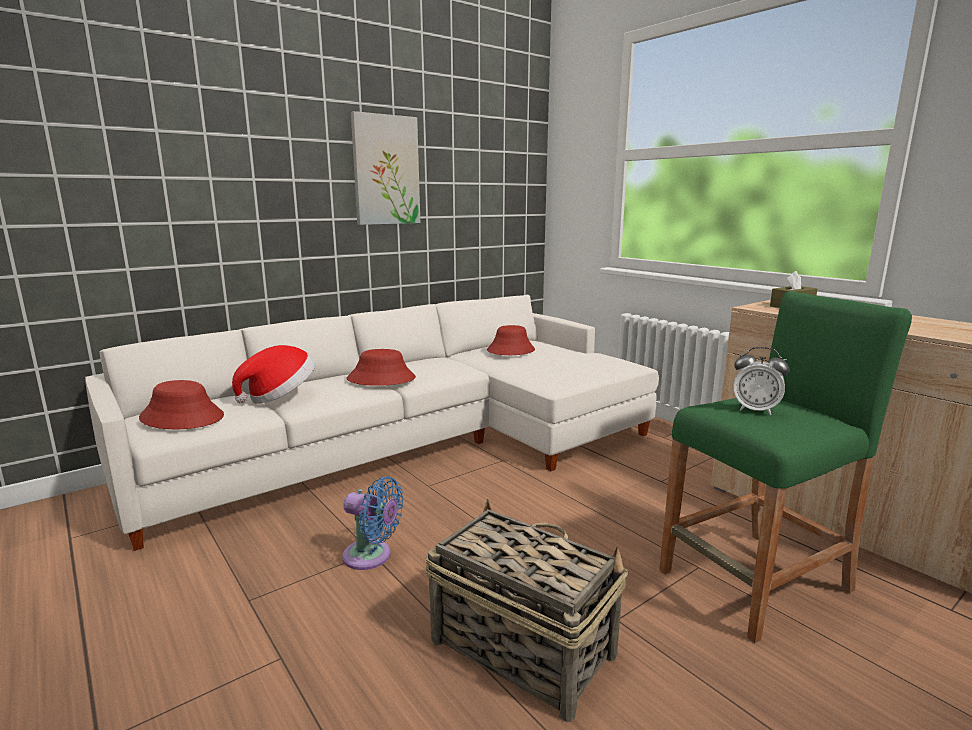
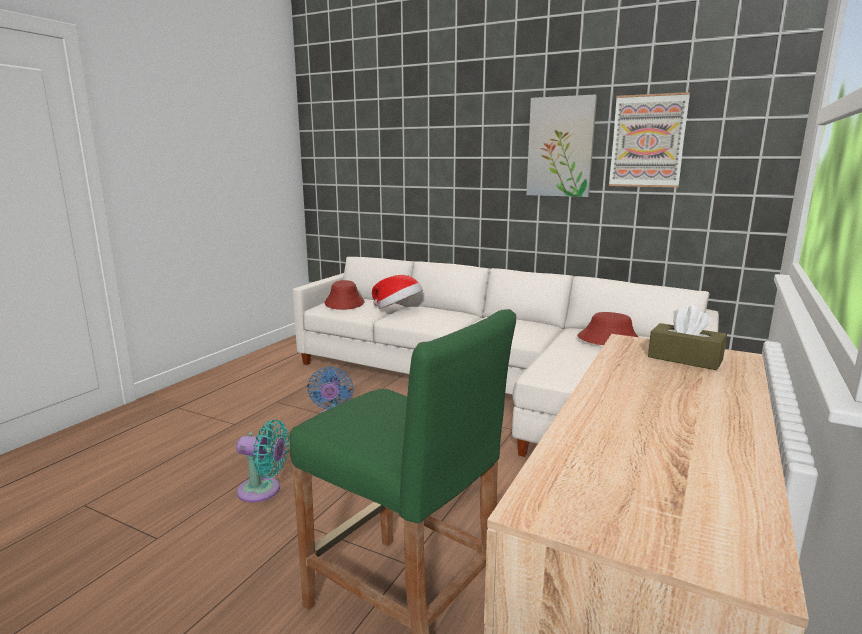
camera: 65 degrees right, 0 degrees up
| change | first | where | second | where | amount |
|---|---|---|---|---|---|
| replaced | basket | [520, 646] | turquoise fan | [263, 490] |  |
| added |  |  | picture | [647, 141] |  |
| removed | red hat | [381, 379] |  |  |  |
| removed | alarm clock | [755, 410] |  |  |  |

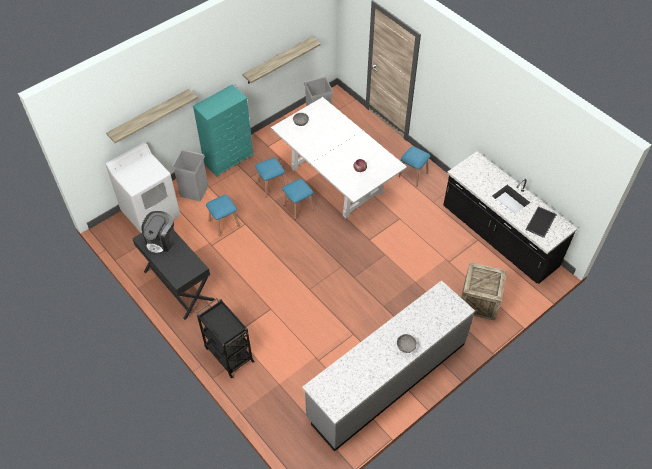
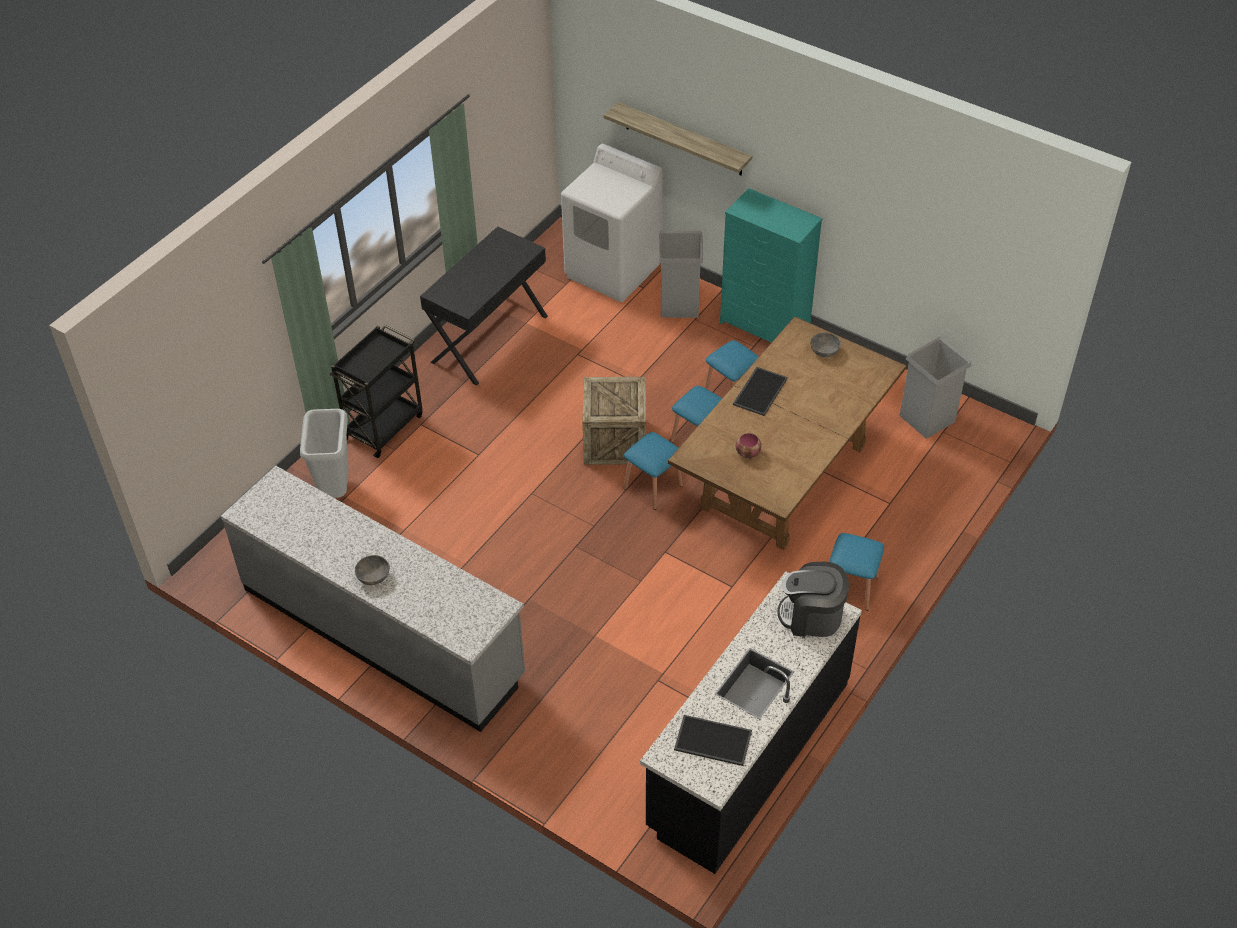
camera: 75 degrees right, 5 degrees down
| change | first | where | second | where | amount |
|---|---|---|---|---|---|
| added |  |  | grey trash can | [335, 490] |  |
| moved | crate | [479, 301] |  | [615, 441] |  |
| moved | blue stool | [224, 223] |  | [653, 487] |  |
| recoloured | white dining table | [337, 181] | brown dining table | [783, 478] |  |
| added |  |  | tray | [759, 391] |  |
| moved | coffee machine | [161, 240] |  | [811, 616] |  |
| removed | shelf | [278, 60] |  |  |  |

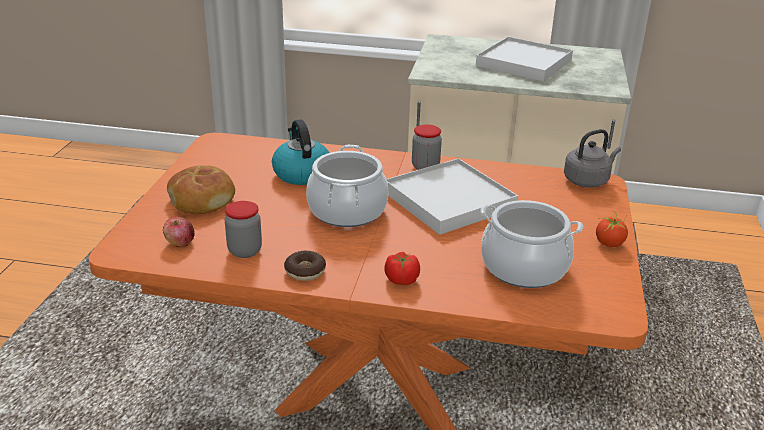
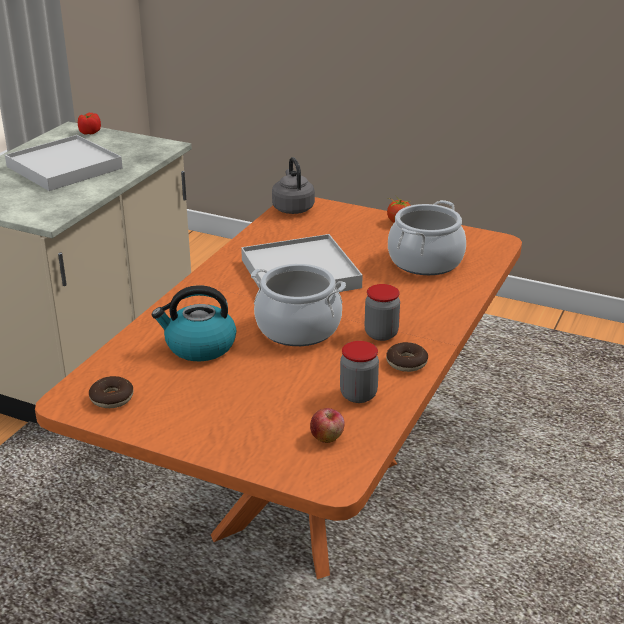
camera: 75 degrees left, 0 degrees up
| change | first | where | second | where | amount |
|---|---|---|---|---|---|
| moved | tomato | [401, 279] |  | [89, 132] |  |
| added |  |  | donut | [112, 398] |  |
| moved | jar | [425, 167] |  | [381, 334] |  |
| removed | bread | [202, 199] |  |  |  |

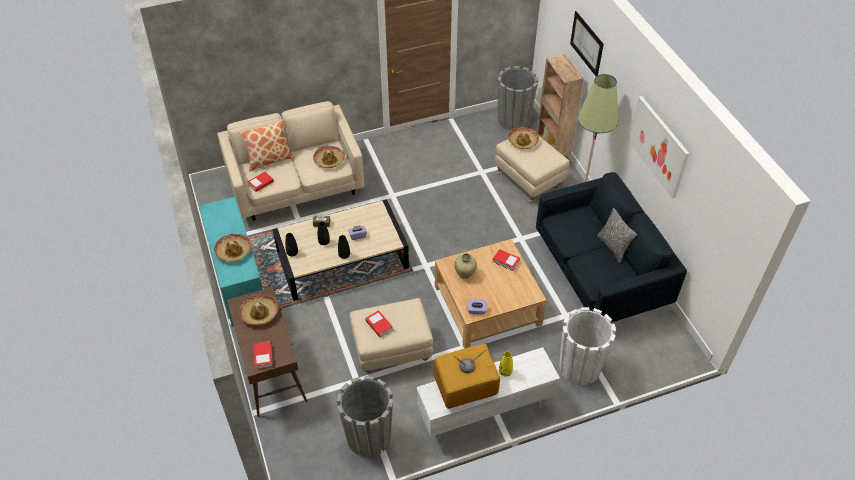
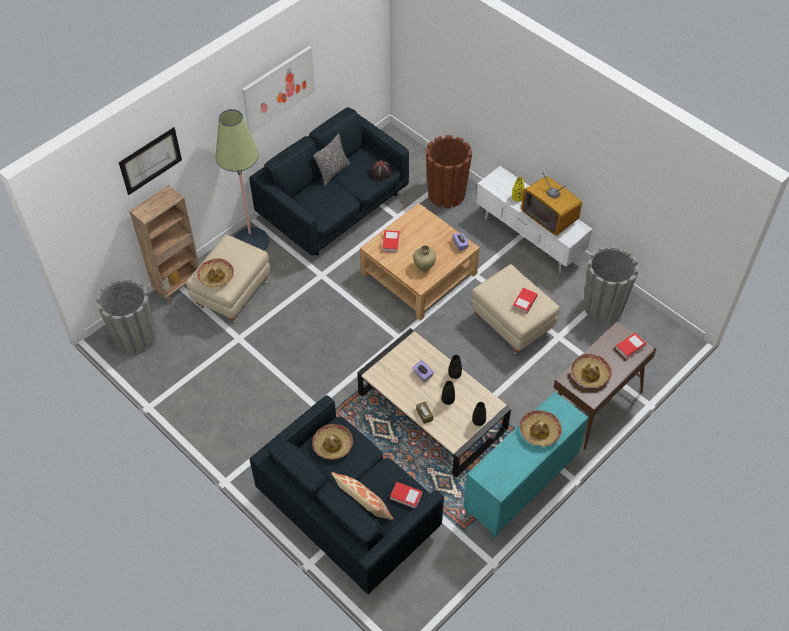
camera: 115 degrees left, 5 degrees up
| change | first | where | second | where | amount |
|---|---|---|---|---|---|
| recoloured | beige sofa | [296, 186] | blue sofa | [349, 511] |  |
| added |  |  | black hat | [380, 172] |  |
| recoloured | white planter | [579, 367] | brown planter | [446, 194] |  |

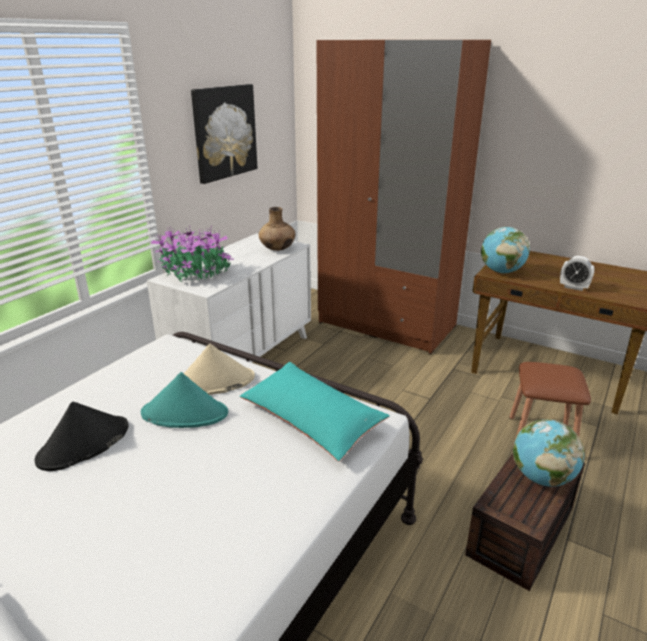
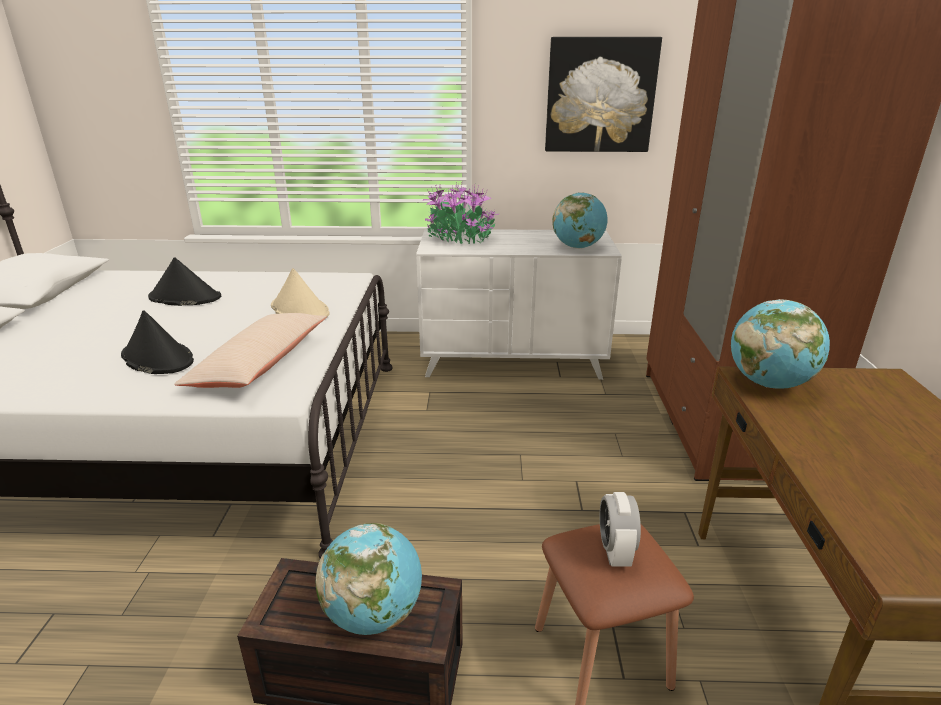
camera: 60 degrees right, 0 degrees up
| change | first | where | second | where | amount |
|---|---|---|---|---|---|
| added |  |  | black hat | [157, 358] |  |
| recoloured | turquoise pillow | [311, 420] | beige pillow | [260, 364] |  |
| replaced | brown vase | [277, 249] | globe | [578, 247] |  |
| moved | alarm clock | [573, 287] |  | [615, 551] |  |
| removed | turquoise hat | [185, 413] |  |  |  |

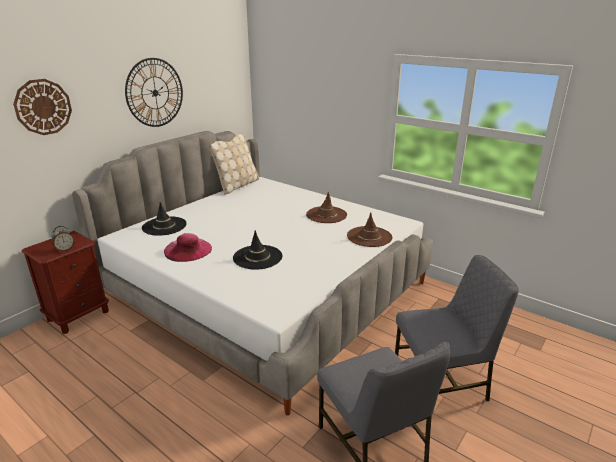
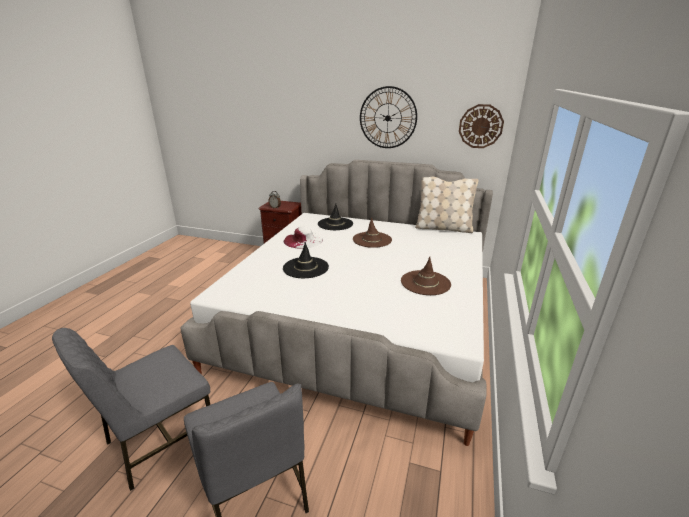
camera: 70 degrees right, 0 degrees up
| change | first | where | second | where | amount |
|---|---|---|---|---|---|
| recoloured | pink hat | [188, 249] | white hat | [303, 240] |  |
| moved | brown hat | [369, 237] |  | [372, 240] |  |
| moved | wall clock | [43, 107] |  | [480, 126] |  |

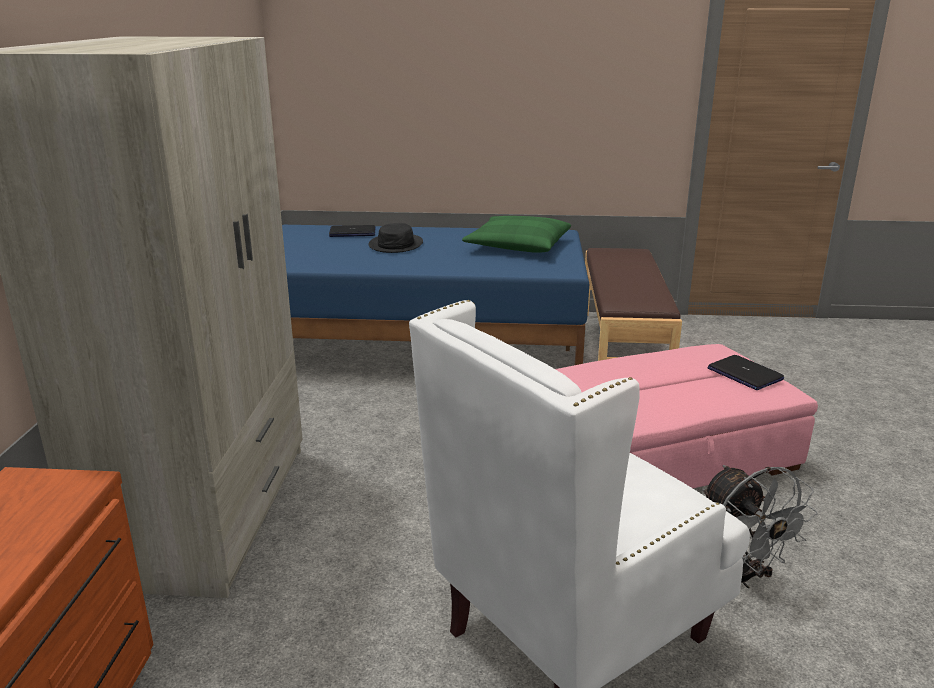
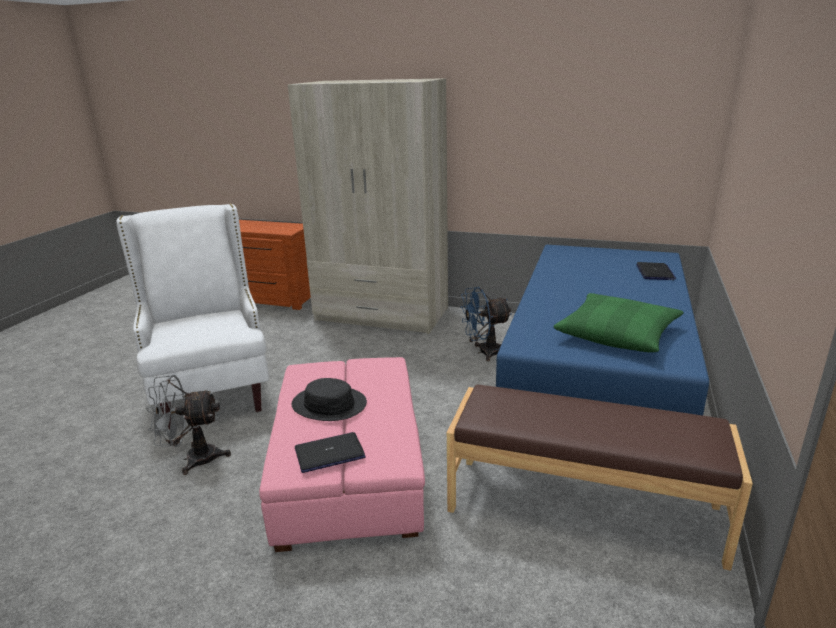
camera: 105 degrees right, 0 degrees up
| change | first | where | second | where | amount |
|---|---|---|---|---|---|
| moved | black hat | [396, 245] |  | [329, 405] |  |
| added |  |  | blue fan | [484, 352] |  |

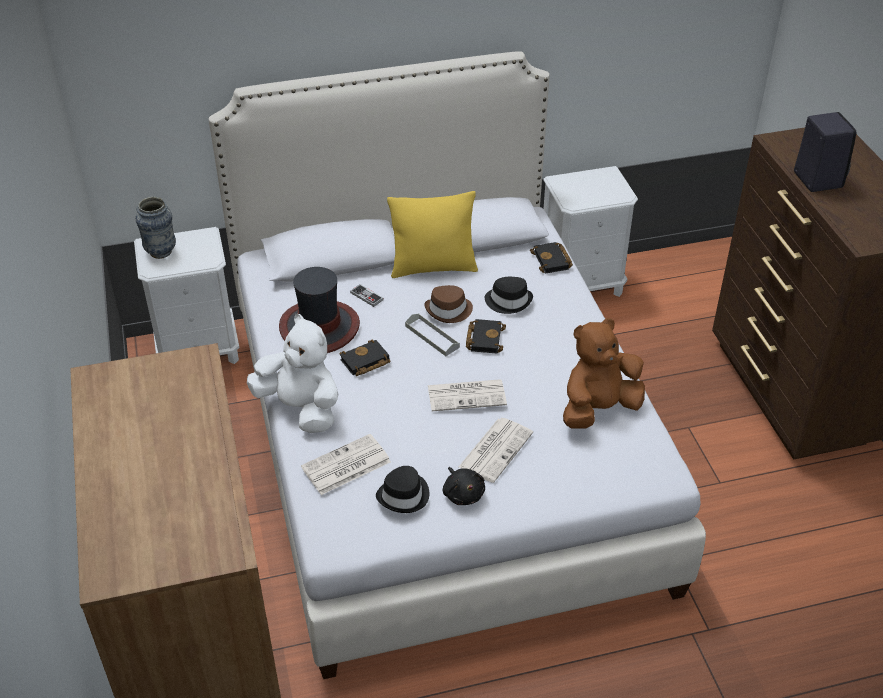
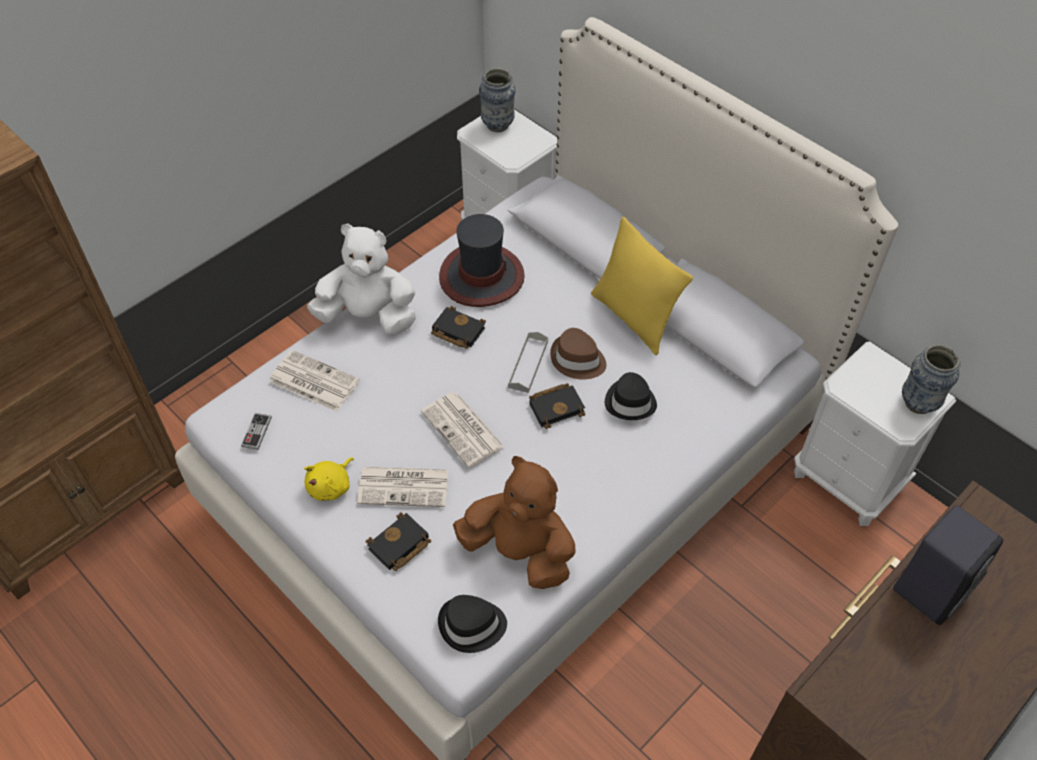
camera: 60 degrees right, 10 degrees up
| change | first | where | second | where | amount |
|---|---|---|---|---|---|
| moved | game controller | [367, 296] |  | [256, 432] |  |
| recoloured | black plush toy | [463, 493] | yellow plush toy | [331, 486] |  |
| turned | white plush toy | [301, 408] |  | [368, 316] | 90 degrees counterclockwise |
| moved | black book | [552, 261] |  | [399, 546] |  |
| moved | black hat | [404, 495] |  | [472, 626] |  |
| added |  |  | vase | [918, 403] |  |

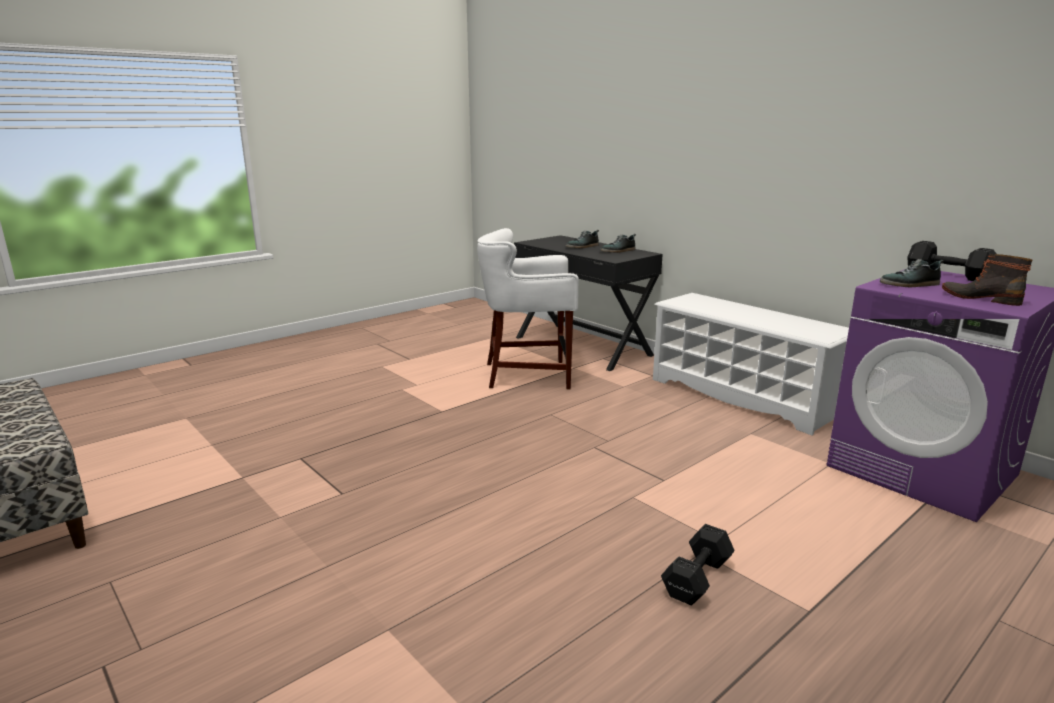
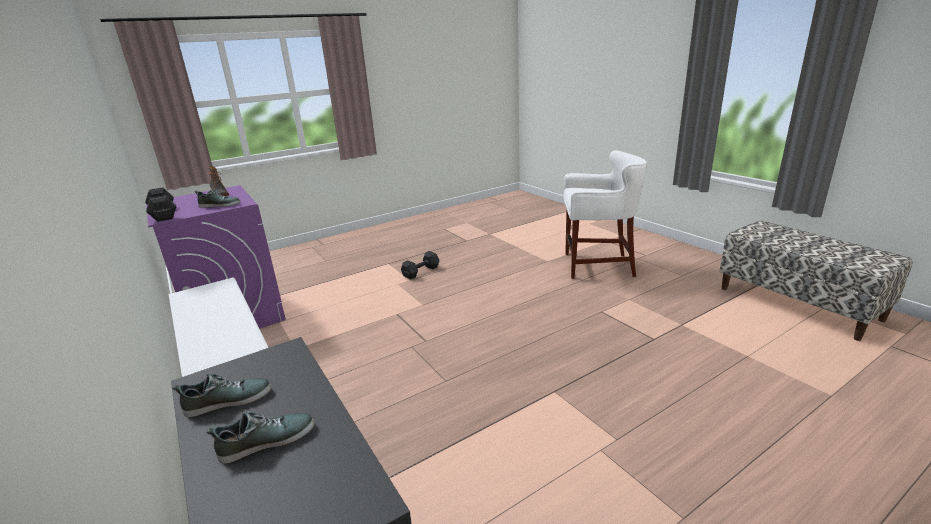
camera: 170 degrees left, 5 degrees up
| change | first | where | second | where | amount |
|---|---|---|---|---|---|
| moved | white stool | [529, 375] |  | [597, 265] |  |

